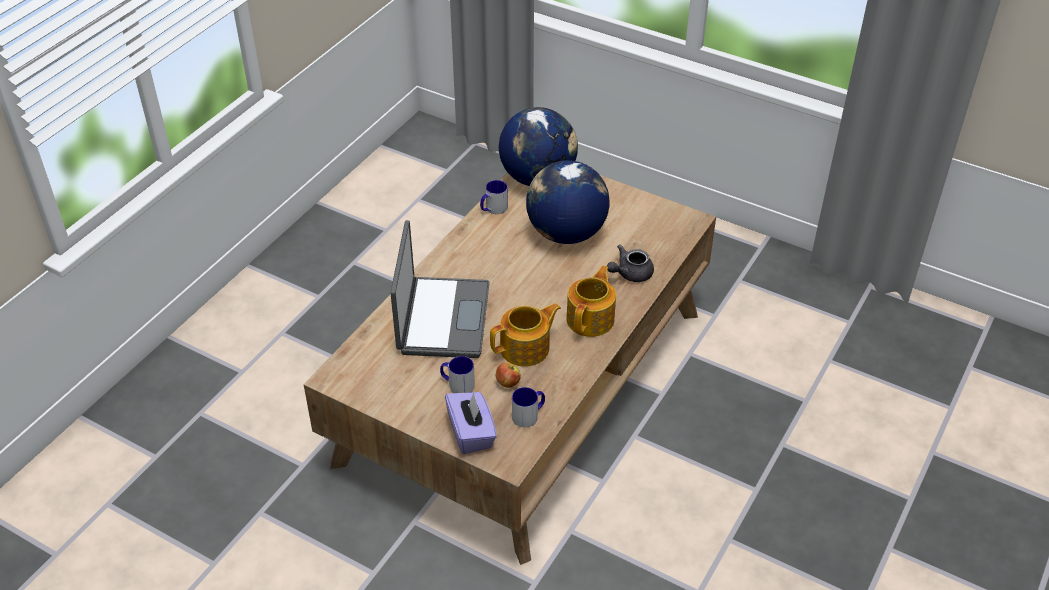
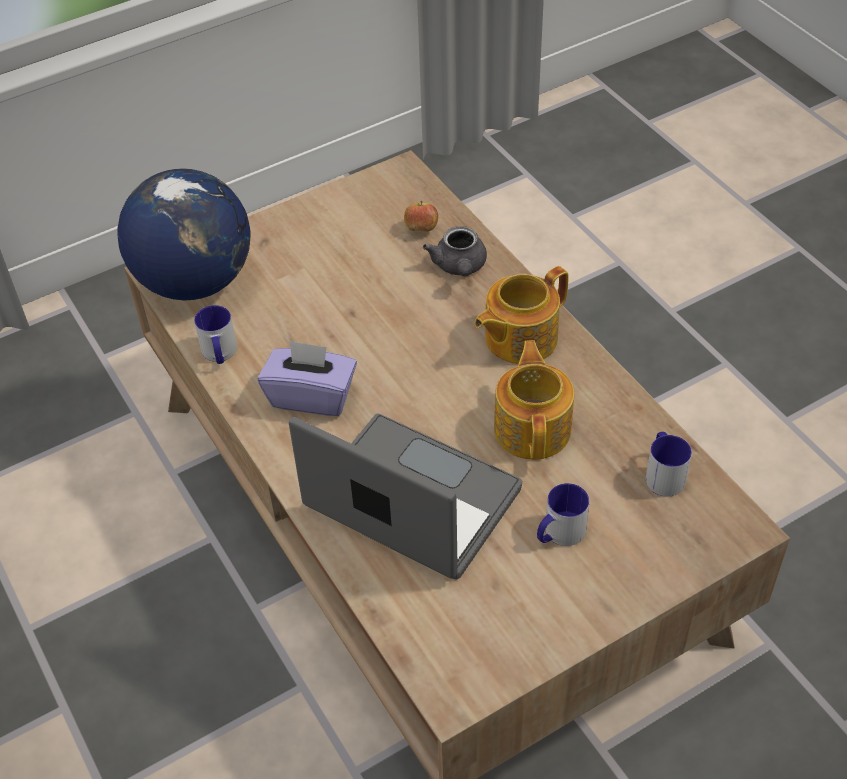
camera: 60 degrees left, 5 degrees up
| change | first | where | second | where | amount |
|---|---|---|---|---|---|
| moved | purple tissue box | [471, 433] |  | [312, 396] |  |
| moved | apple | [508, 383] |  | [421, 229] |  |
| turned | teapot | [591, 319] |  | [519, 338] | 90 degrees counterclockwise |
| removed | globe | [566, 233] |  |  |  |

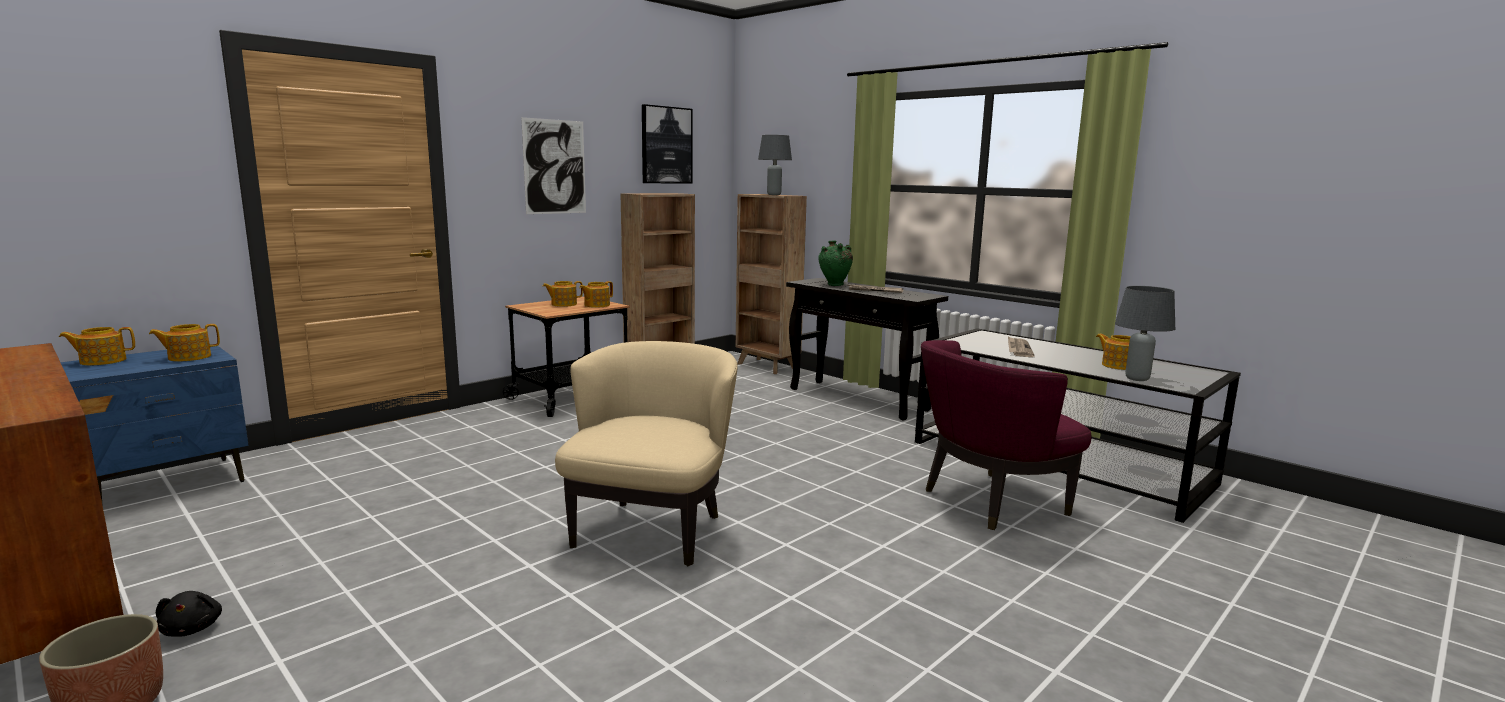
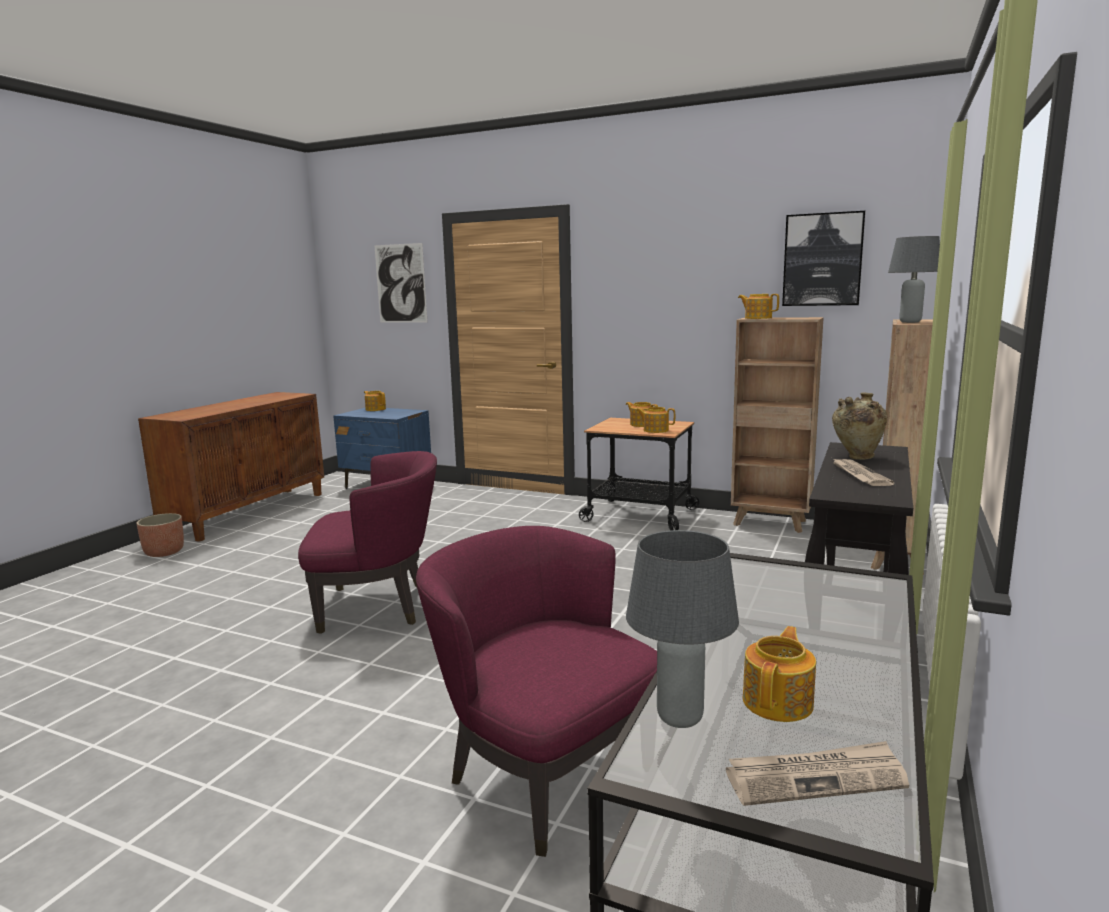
camera: 70 degrees right, 0 degrees up
| change | first | where | second | where | amount |
|---|---|---|---|---|---|
| recoloured | beige armchair | [652, 529] | purple armchair | [378, 607] |  |
| moved | picture | [555, 167] |  | [400, 283] |  |
| moved | newspaper | [1018, 349] |  | [816, 778] |  |
| moved | teapot | [188, 357] |  | [757, 318] |  |
| recoloured | green vase | [834, 285] | beige vase | [856, 458] |  |
| removed | black plush toy | [192, 628] |  |  |  |

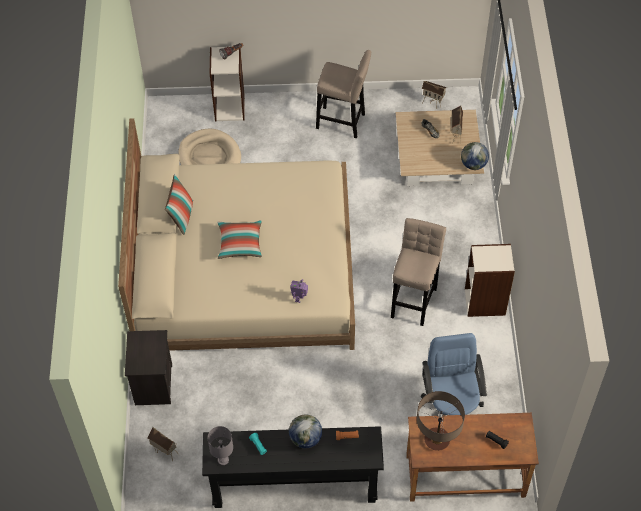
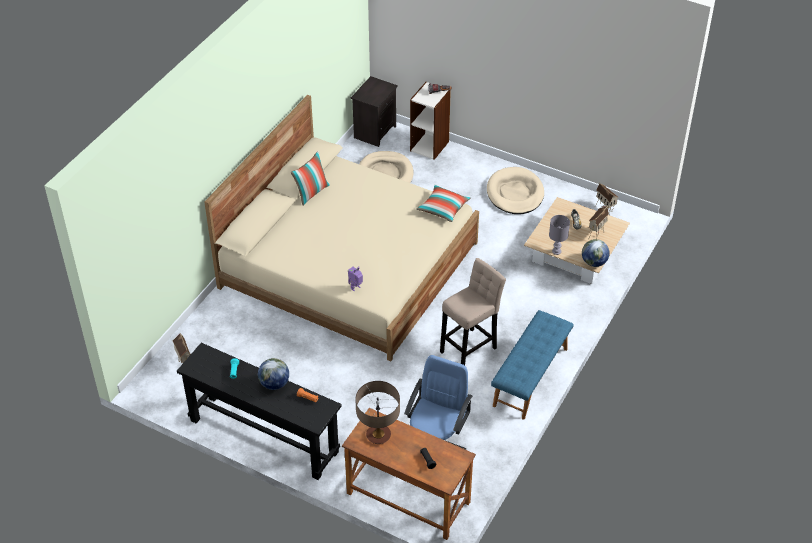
camera: 30 degrees right, 10 degrees down
| change | first | where | second | where | amount |
|---|---|---|---|---|---|
| moved | black nightstand | [152, 384] |  | [374, 131] |  |
| moved | pillow | [240, 244] |  | [443, 208] |  |
| replaced | beige stool | [343, 122] | beige dog bed | [515, 193] |  |
| replaced | bookcase | [485, 302] | blue bench | [531, 377] |  |
| moved | grey table lamp | [222, 460] |  | [556, 251] |  |

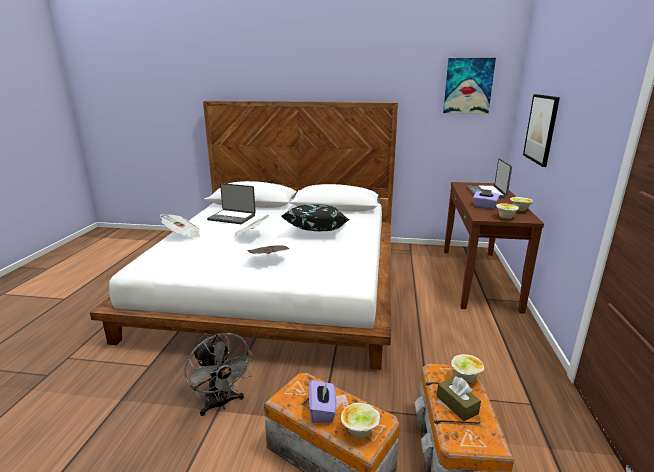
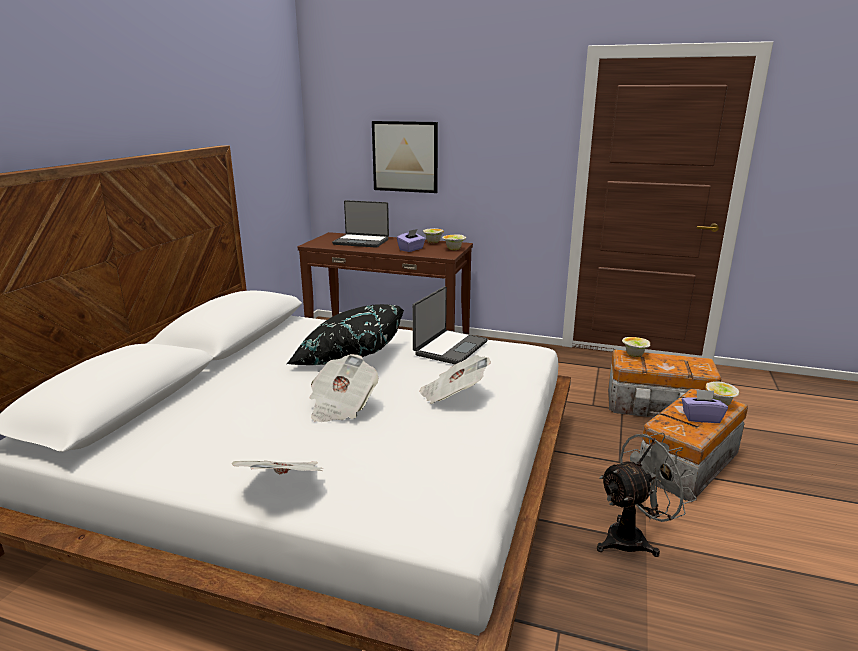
camera: 80 degrees left, 0 degrees up
| change | first | where | second | where | amount |
|---|---|---|---|---|---|
| moved | laptop | [232, 217] |  | [449, 348] |  |
| removed | brown tissue box | [457, 405] |  |  |  |
| removed | picture | [468, 86] |  |  |  |

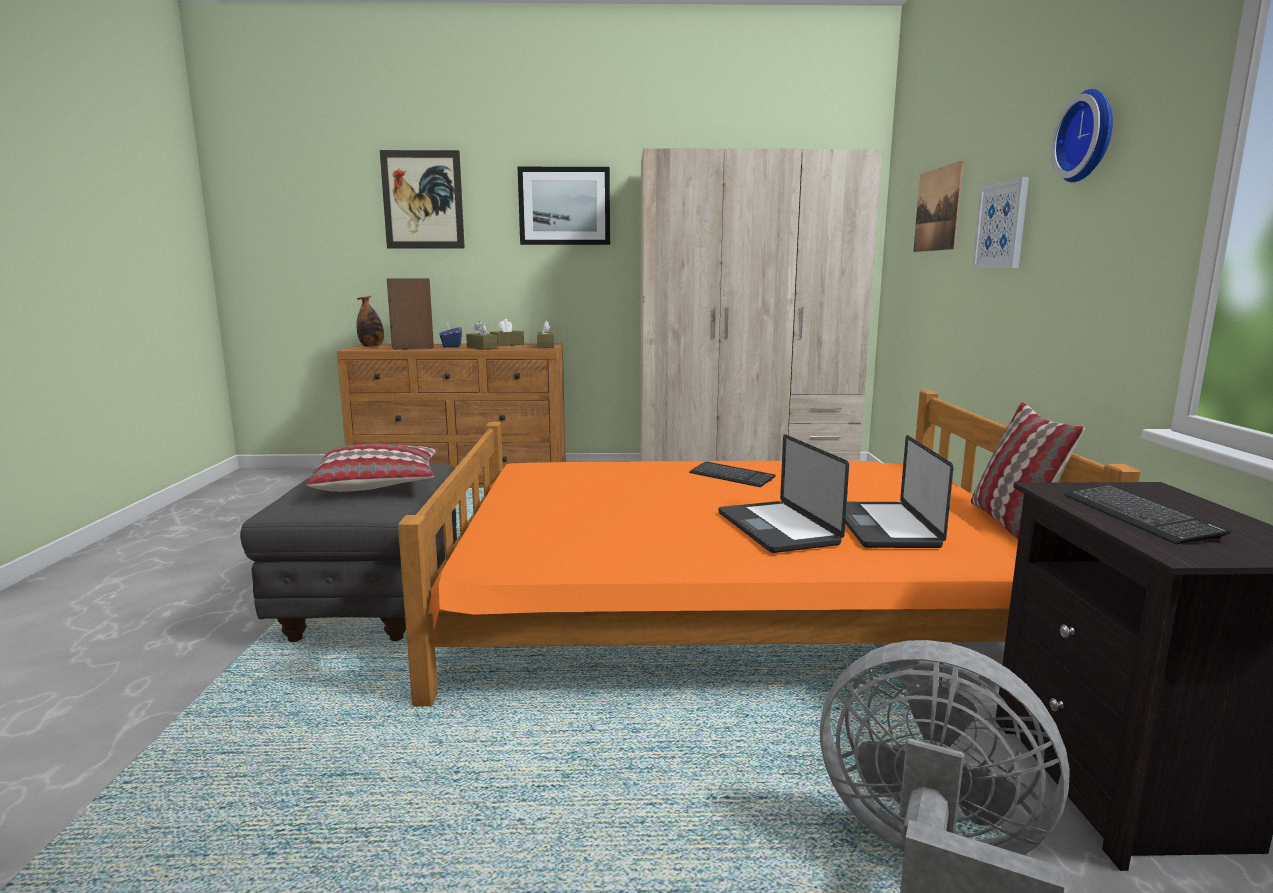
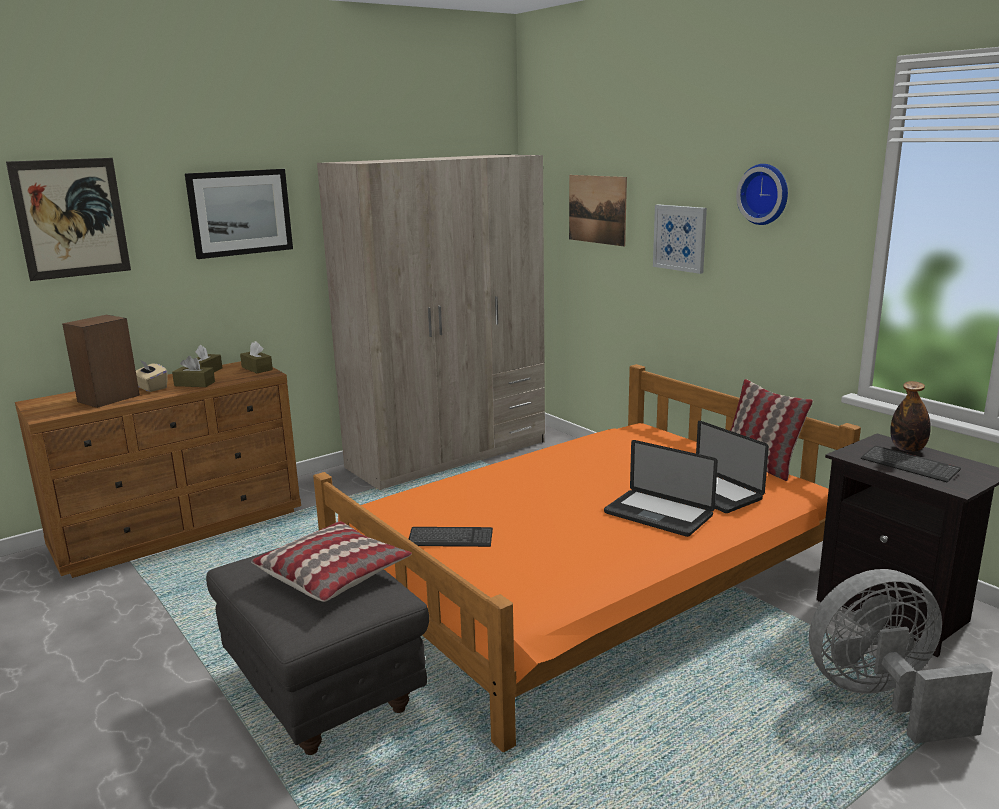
camera: 35 degrees left, 5 degrees up
| change | first | where | second | where | amount |
|---|---|---|---|---|---|
| recoloured | blue tissue box | [451, 346] | beige tissue box | [151, 388] |  |
| moved | keyboard | [731, 476] |  | [450, 539] |  |
| moved | bottle | [372, 346] |  | [907, 449] |  |

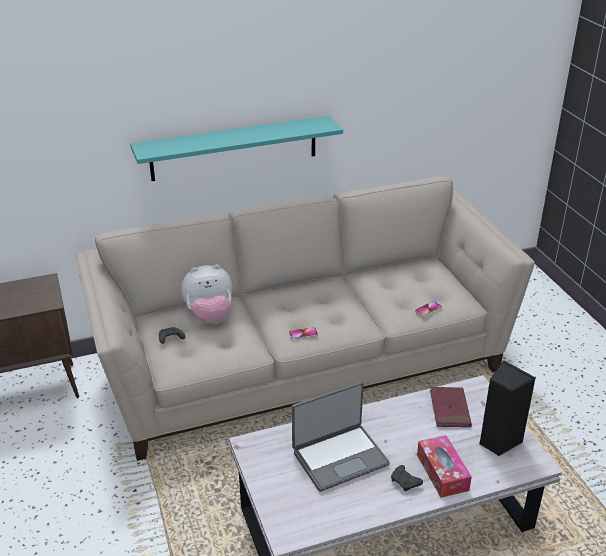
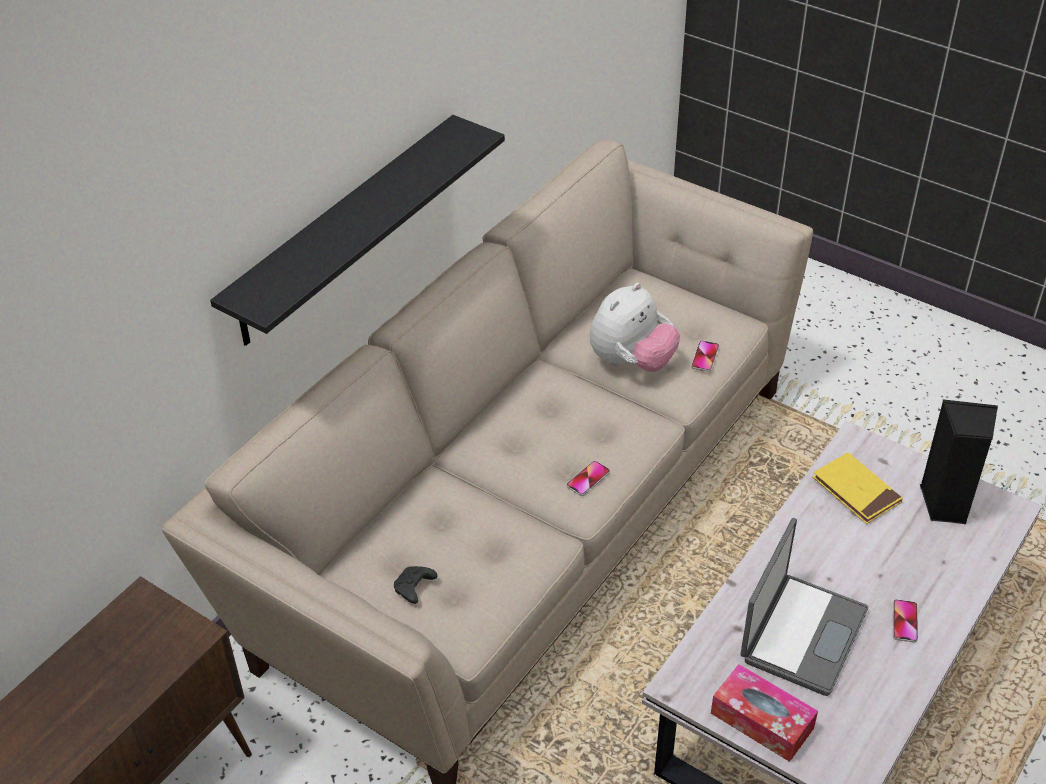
camera: 35 degrees left, 10 degrees up
| change | first | where | second | where | amount |
|---|---|---|---|---|---|
| recoloured | turquoise shelf | [234, 148] | black shelf | [344, 230] |  |
| moved | plush toy | [209, 315] |  | [631, 362] |  |
| moved | tissue box | [442, 472] |  | [762, 720] |  |
| recoloured | red book | [449, 409] | yellow book | [856, 491] |  |
| replaced | black game controller | [405, 482] | phone | [904, 621] |  |

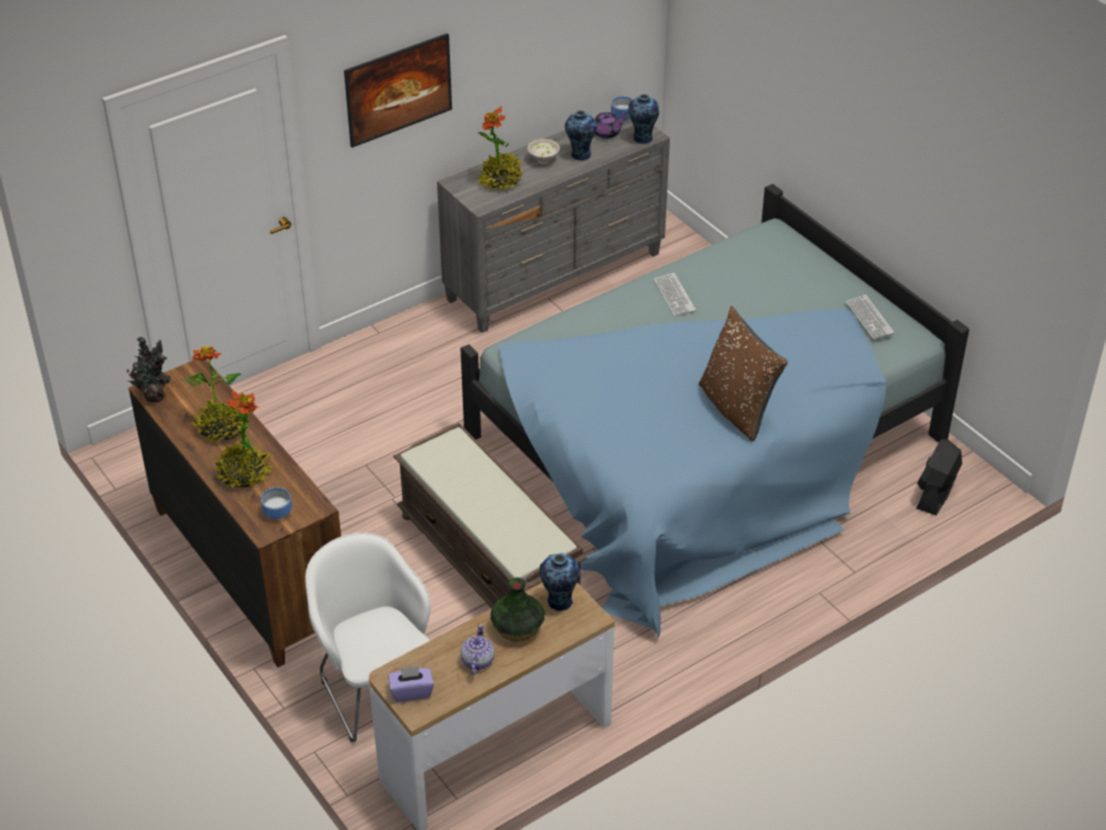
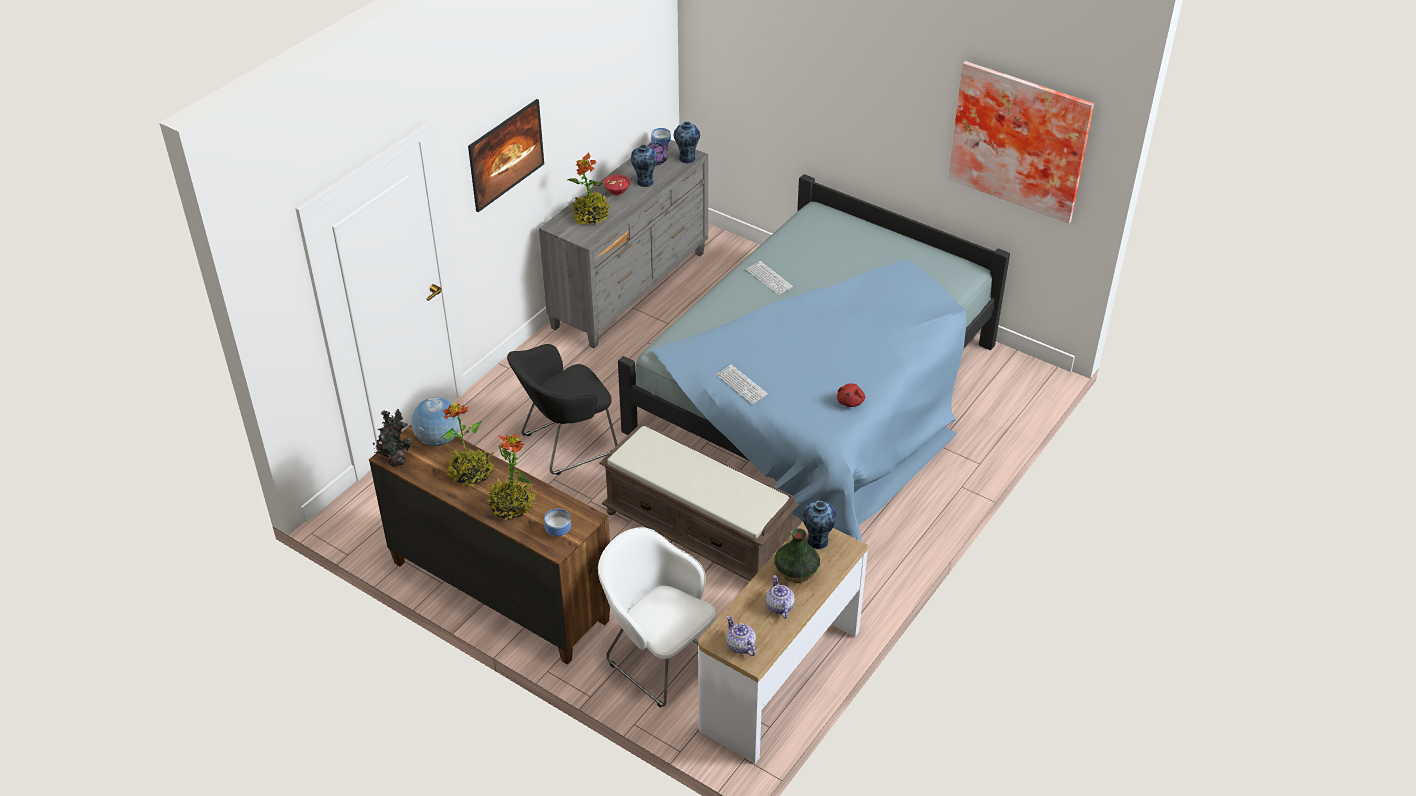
camera: 20 degrees left, 0 degrees up
| change | first | where | second | where | amount |
|---|---|---|---|---|---|
| added |  |  | globe | [439, 441] |  |
| added |  |  | black armchair | [565, 444] |  |
| recoloured | white bowl | [543, 161] | red bowl | [617, 193] |  |
| moved | keyboard | [869, 318] |  | [741, 385] |  |
| replaced | purple tissue box | [411, 691] | teapot | [740, 646] |  |
| added |  |  | red plush toy | [850, 401] |  |
| added |  |  | picture | [1020, 139] |  |
| removed | brown pillow | [737, 408] |  |  |  |
| removed | black fan | [936, 493] |  |  |  |

